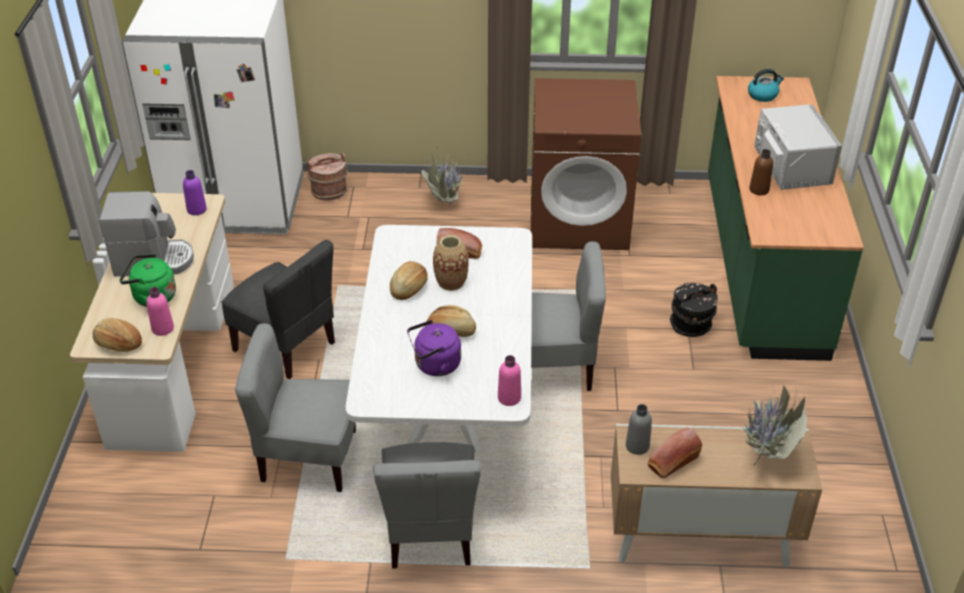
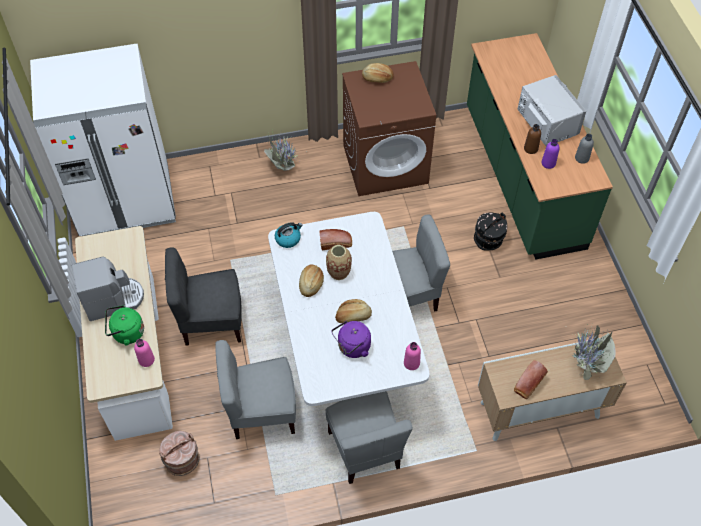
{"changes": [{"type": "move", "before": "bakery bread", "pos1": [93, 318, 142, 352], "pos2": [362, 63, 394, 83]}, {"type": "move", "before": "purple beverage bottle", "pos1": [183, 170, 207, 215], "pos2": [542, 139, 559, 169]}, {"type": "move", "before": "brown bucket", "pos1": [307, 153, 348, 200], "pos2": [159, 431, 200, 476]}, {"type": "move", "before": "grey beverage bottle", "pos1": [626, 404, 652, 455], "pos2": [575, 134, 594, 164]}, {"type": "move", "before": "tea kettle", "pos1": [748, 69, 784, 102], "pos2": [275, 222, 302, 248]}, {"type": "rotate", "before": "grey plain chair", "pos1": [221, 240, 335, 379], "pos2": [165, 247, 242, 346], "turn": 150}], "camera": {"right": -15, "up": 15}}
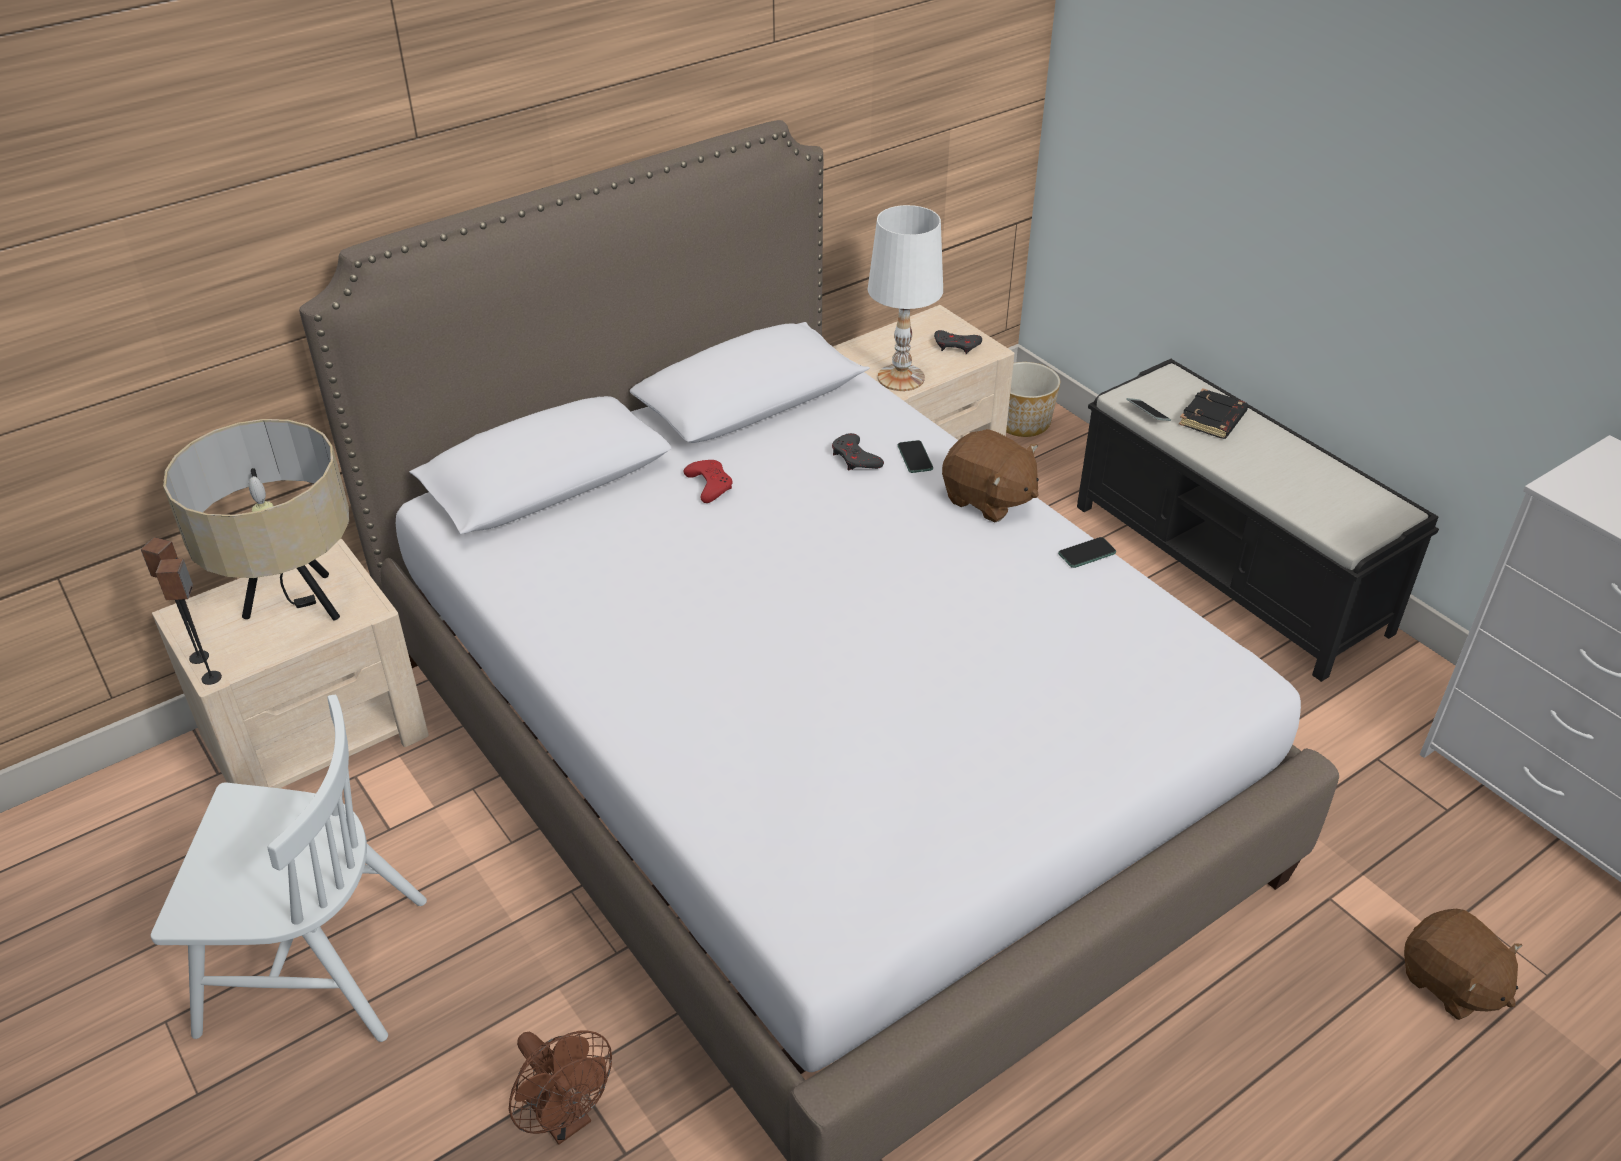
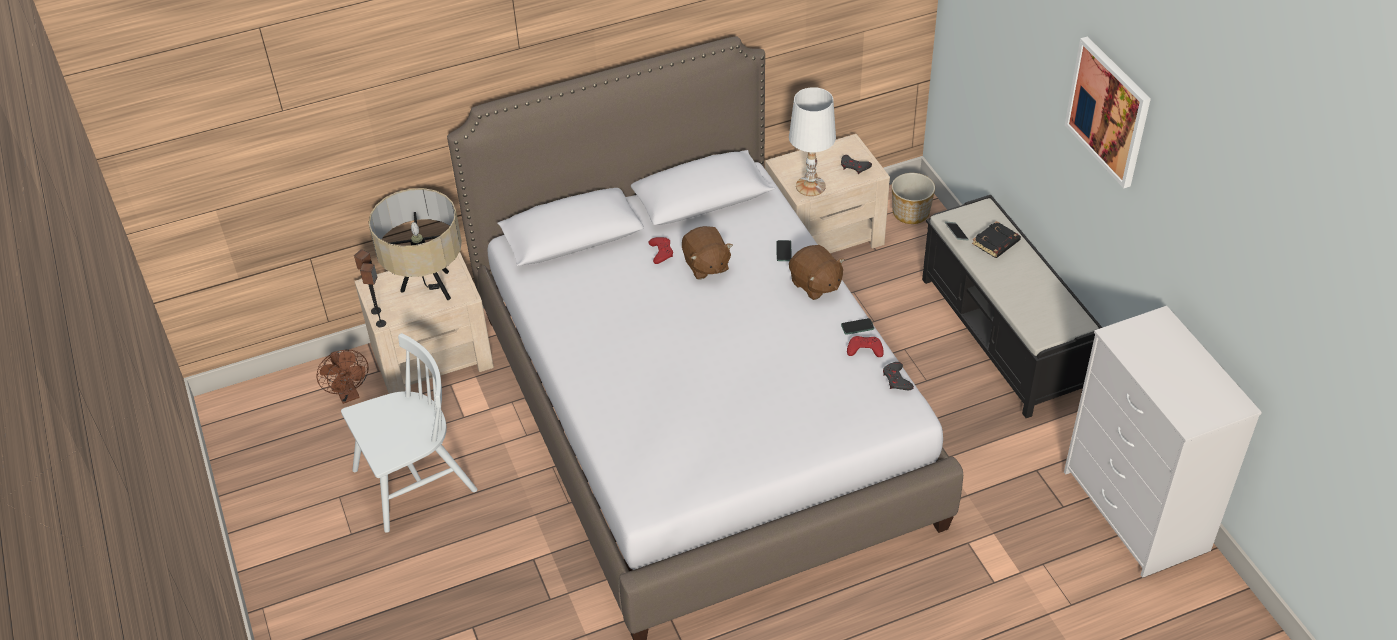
{"changes": [{"type": "insert", "after": "red-coloured gamepad", "pos2": [847, 336, 884, 357]}, {"type": "insert", "after": "wall picture", "pos2": [1065, 36, 1151, 188]}, {"type": "move", "before": "brown fan", "pos1": [509, 1030, 612, 1145], "pos2": [316, 350, 369, 404]}, {"type": "move", "before": "grey gamepad", "pos1": [832, 433, 884, 471], "pos2": [883, 362, 914, 390]}, {"type": "move", "before": "brown soft toy", "pos1": [1404, 909, 1522, 1020], "pos2": [682, 226, 733, 279]}, {"type": "rotate", "before": "white-coloured plain chair", "pos1": [151, 695, 427, 1042], "pos2": [341, 333, 477, 533], "turn": -45}], "camera": {"right": 15, "up": 5}}
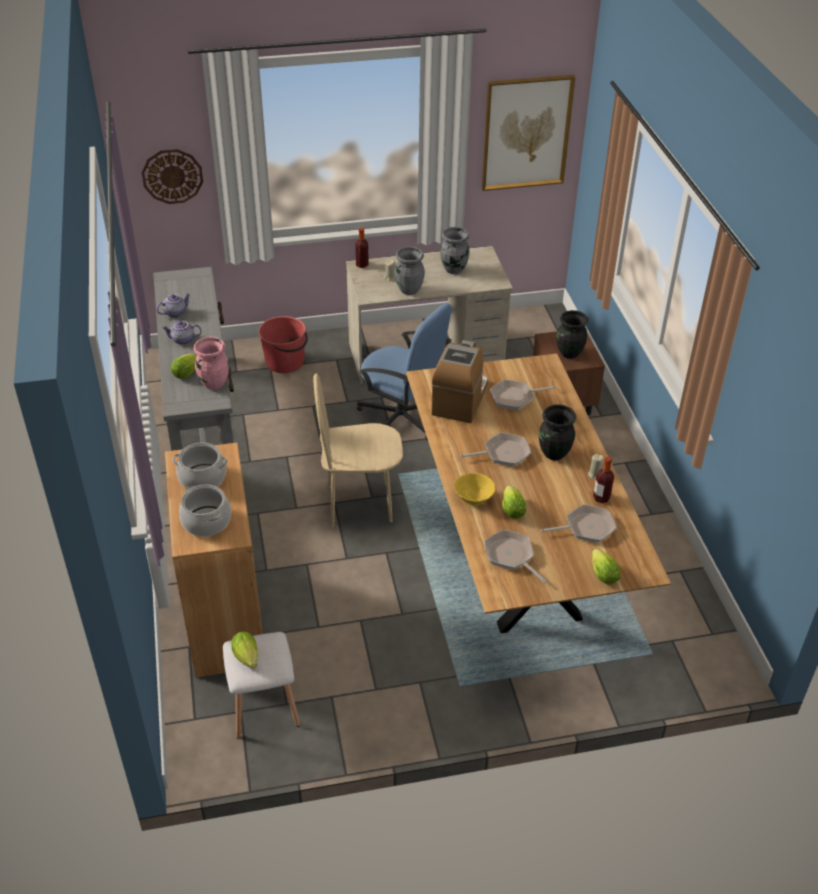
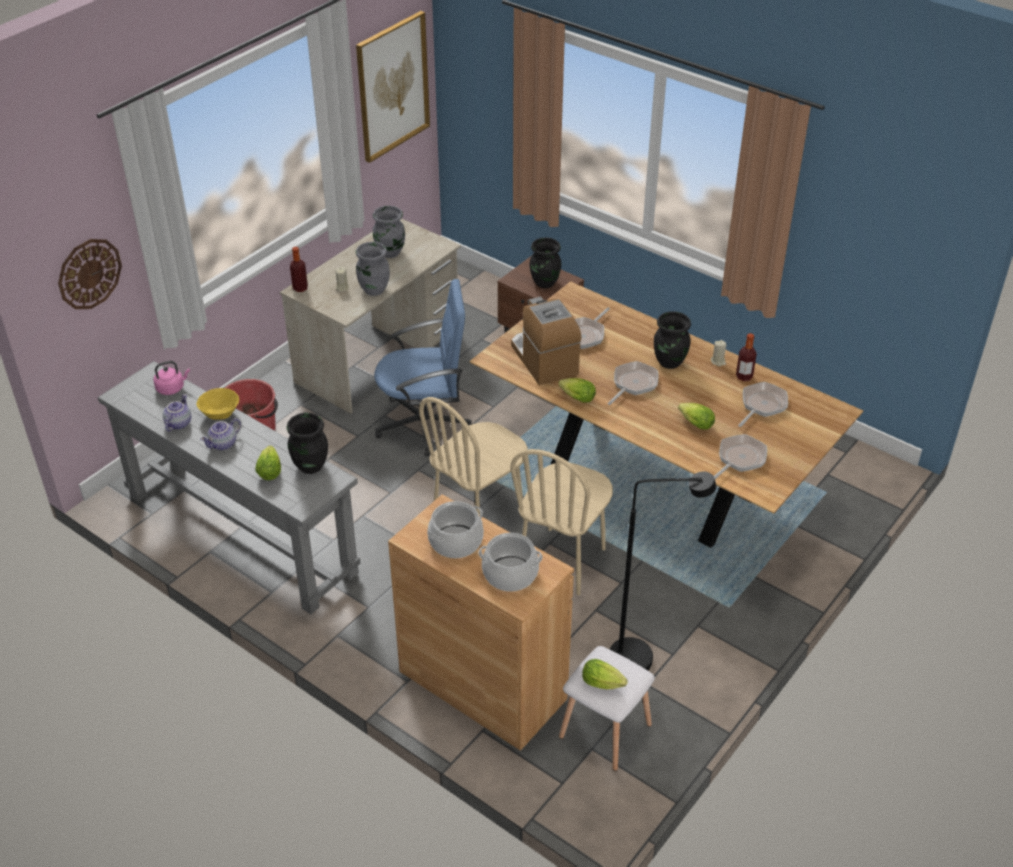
{"changes": [{"type": "insert", "after": "pink tea kettle", "pos2": [153, 361, 190, 395]}, {"type": "insert", "after": "beige plain chair", "pos2": [510, 449, 613, 595]}, {"type": "insert", "after": "blackish standard lamp", "pos2": [610, 472, 716, 670]}, {"type": "move", "before": "yellow serving bowl", "pos1": [454, 473, 495, 506], "pos2": [196, 388, 239, 420]}, {"type": "move", "before": "lettuce", "pos1": [592, 549, 620, 585], "pos2": [558, 378, 596, 403]}, {"type": "recolor", "before": "pink decorative vase", "after": "blackish decorative vase", "pos1": [194, 337, 229, 390], "pos2": [286, 413, 328, 474]}, {"type": "rotate", "before": "frying pan", "pos1": [484, 530, 547, 583], "pos2": [714, 434, 767, 479], "turn": 120}], "camera": {"right": -40, "up": 0}}
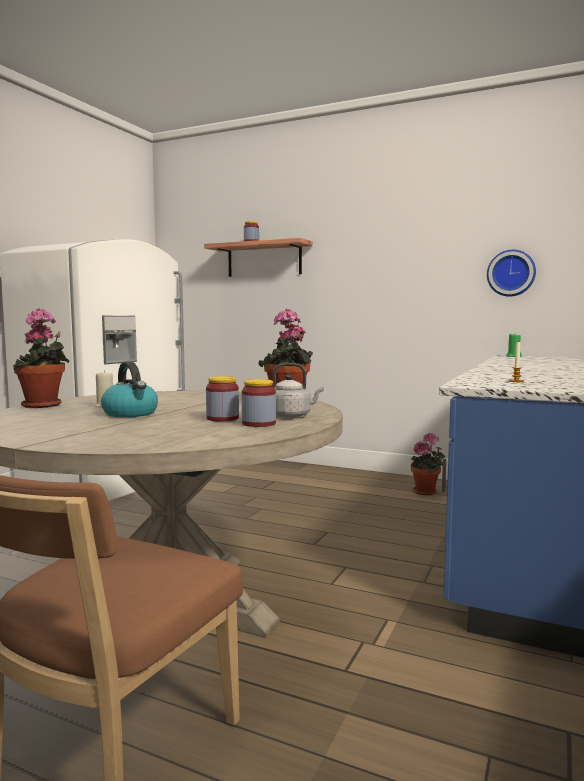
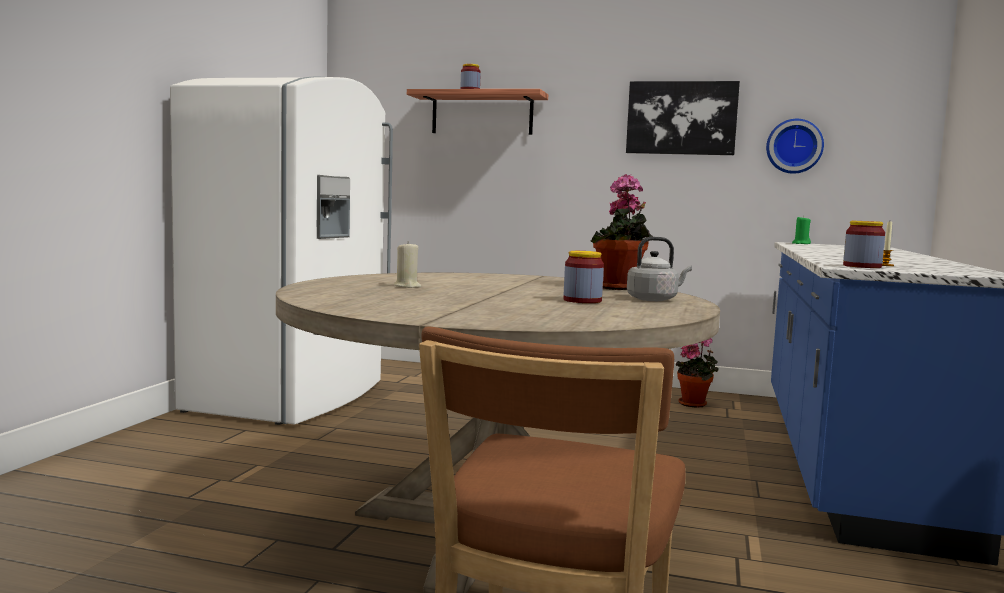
{"changes": [{"type": "delete", "before": "houseplant", "pos1": [13, 308, 69, 408]}, {"type": "delete", "before": "tea kettle", "pos1": [101, 361, 158, 417]}, {"type": "insert", "after": "wall picture", "pos2": [626, 81, 740, 155]}, {"type": "move", "before": "storage jar", "pos1": [242, 379, 276, 427], "pos2": [843, 221, 885, 268]}], "camera": {"right": -10, "up": 0}}
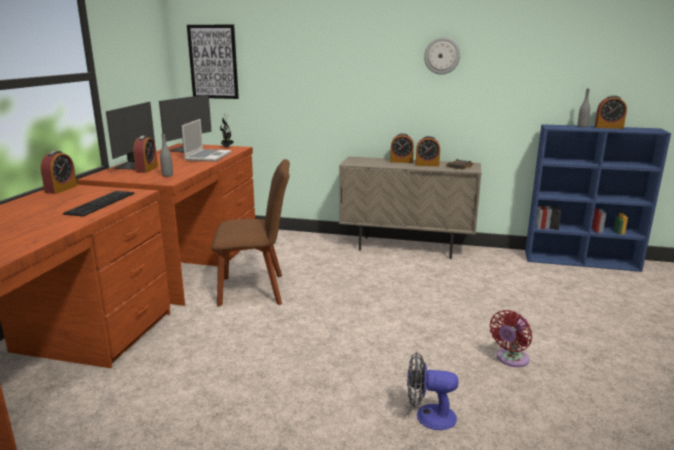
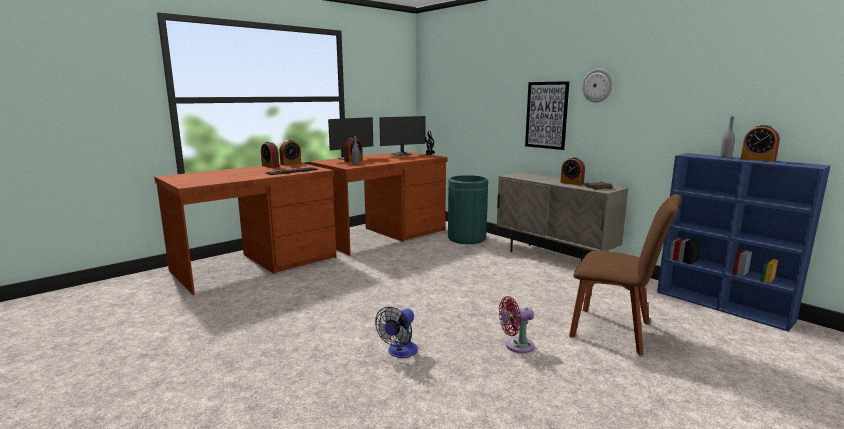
{"changes": [{"type": "delete", "before": "notebook computer", "pos1": [182, 119, 231, 162]}, {"type": "insert", "after": "green-coloured waste bin", "pos2": [448, 175, 488, 244]}, {"type": "move", "before": "wall picture", "pos1": [187, 24, 239, 99], "pos2": [525, 81, 569, 150]}, {"type": "move", "before": "brown plain chair", "pos1": [211, 159, 290, 307], "pos2": [569, 194, 681, 356]}, {"type": "move", "before": "bedside clock", "pos1": [390, 133, 414, 163], "pos2": [261, 142, 280, 168]}, {"type": "rotate", "before": "fan", "pos1": [407, 352, 458, 430], "pos2": [375, 307, 418, 358], "turn": -105}], "camera": {"right": 35, "up": -5}}
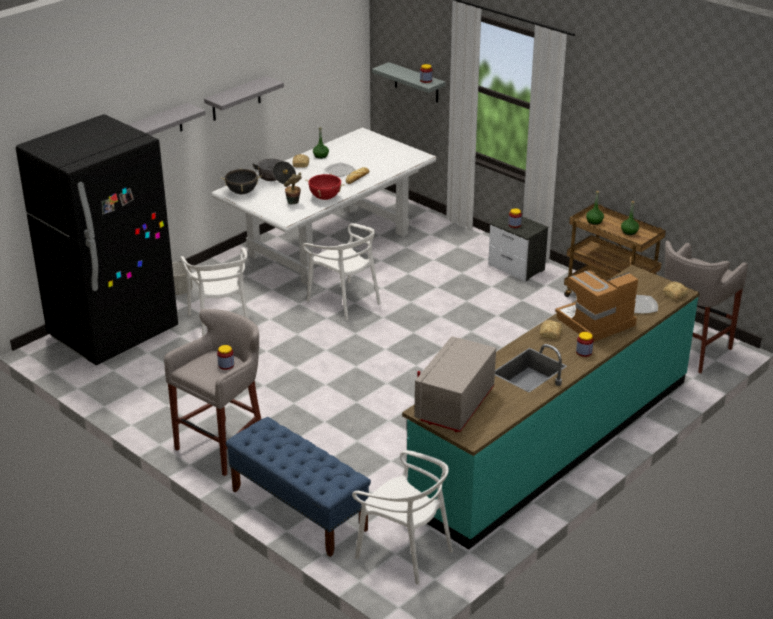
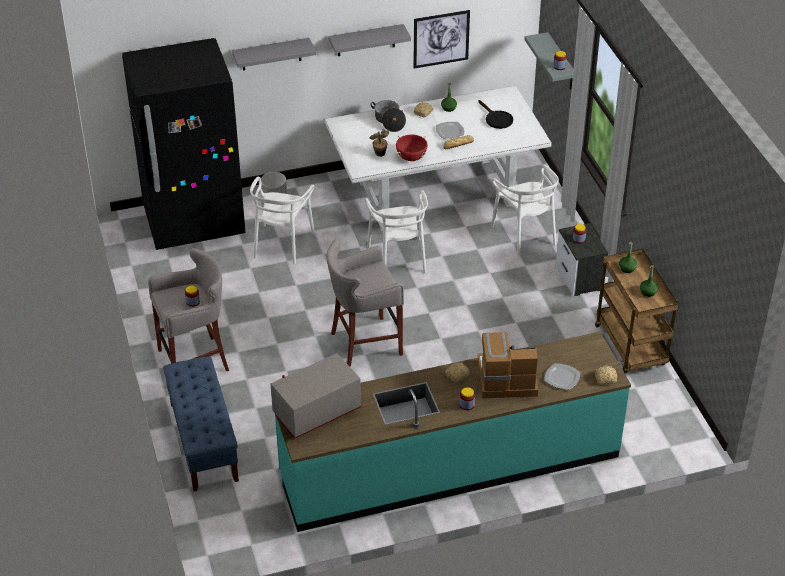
{"changes": [{"type": "delete", "before": "blackish saucepot", "pos1": [221, 168, 262, 194]}, {"type": "insert", "after": "wall picture", "pos2": [413, 10, 470, 69]}, {"type": "insert", "after": "blackish frying pan", "pos2": [478, 100, 513, 129]}, {"type": "move", "before": "white-coloured plain chair", "pos1": [352, 450, 453, 585], "pos2": [491, 165, 559, 255]}, {"type": "move", "before": "grey sitting stool", "pos1": [665, 241, 748, 373], "pos2": [327, 239, 404, 366]}], "camera": {"right": 30, "up": 10}}
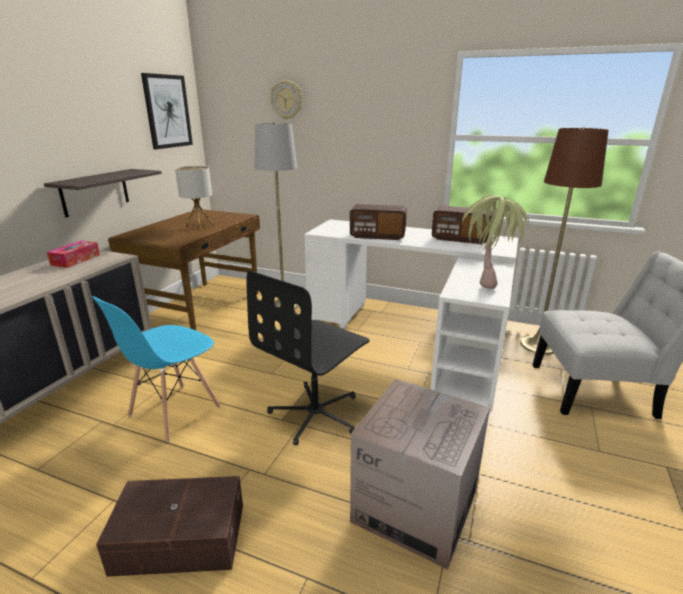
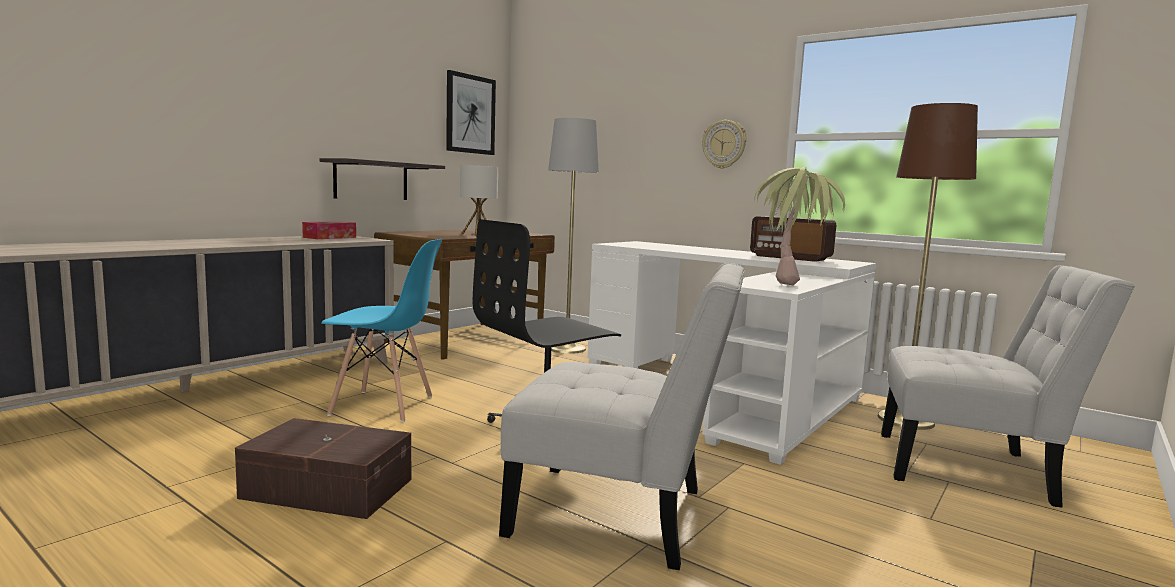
{"changes": [{"type": "delete", "before": "radio set", "pos1": [350, 204, 407, 240]}, {"type": "move", "before": "wall clock", "pos1": [270, 80, 302, 120], "pos2": [702, 120, 747, 169]}, {"type": "replace", "before": "cardboard box", "after": "white-coloured plain chair", "pos1": [350, 379, 490, 569], "pos2": [499, 263, 745, 570]}, {"type": "rotate", "before": "bluish plain chair", "pos1": [92, 296, 221, 442], "pos2": [321, 239, 442, 422], "turn": -135}], "camera": {"right": 15, "up": -15}}
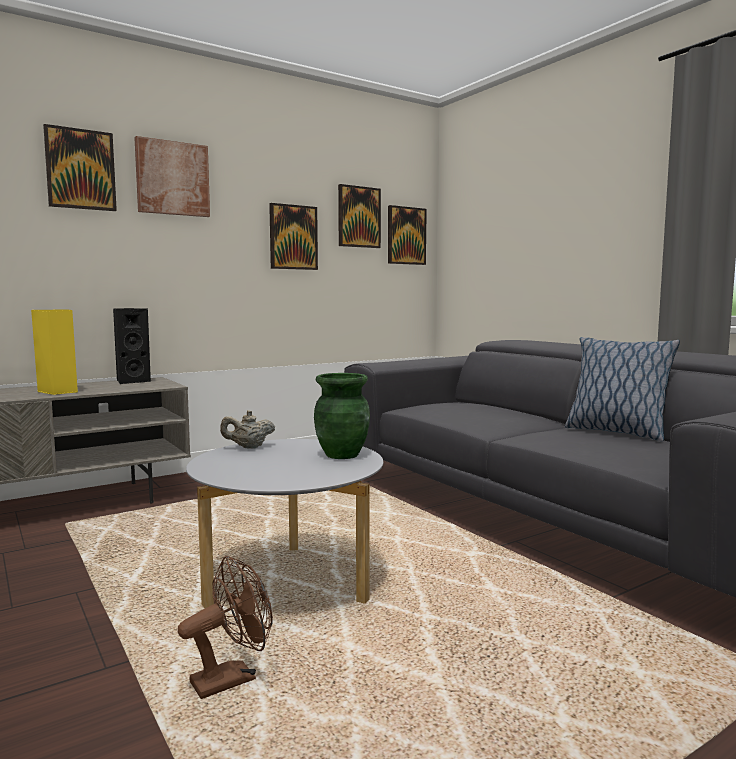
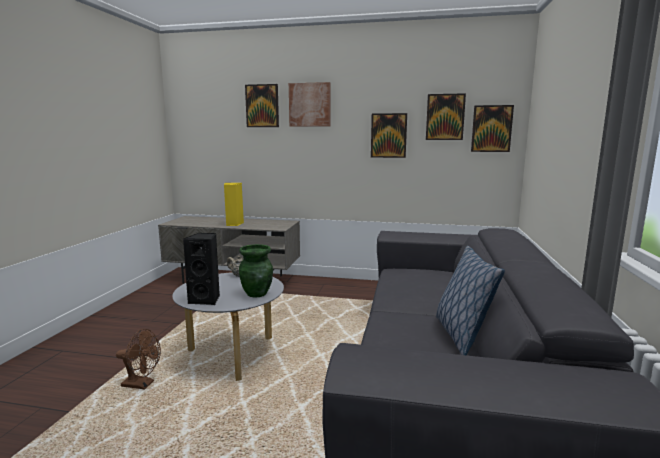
{"changes": [{"type": "move", "before": "blackish speaker", "pos1": [113, 308, 151, 384], "pos2": [183, 233, 220, 305]}], "camera": {"right": 45, "up": 5}}
